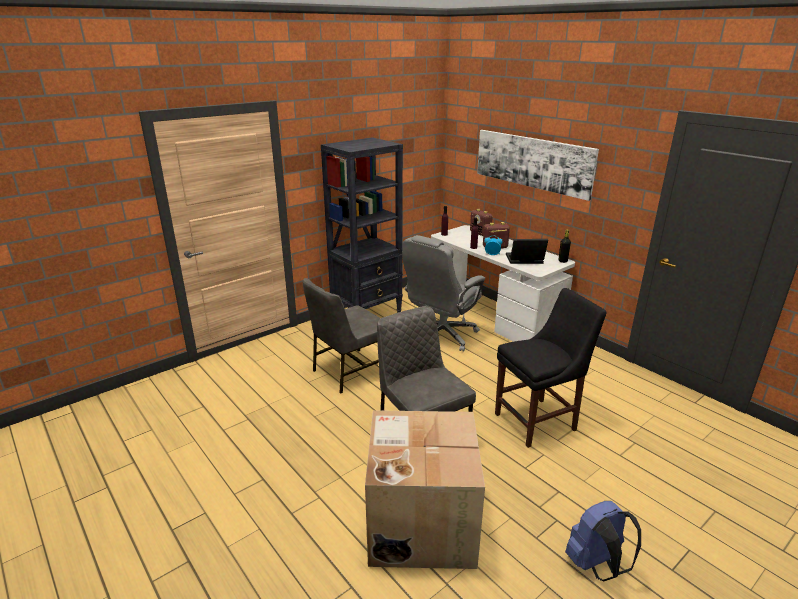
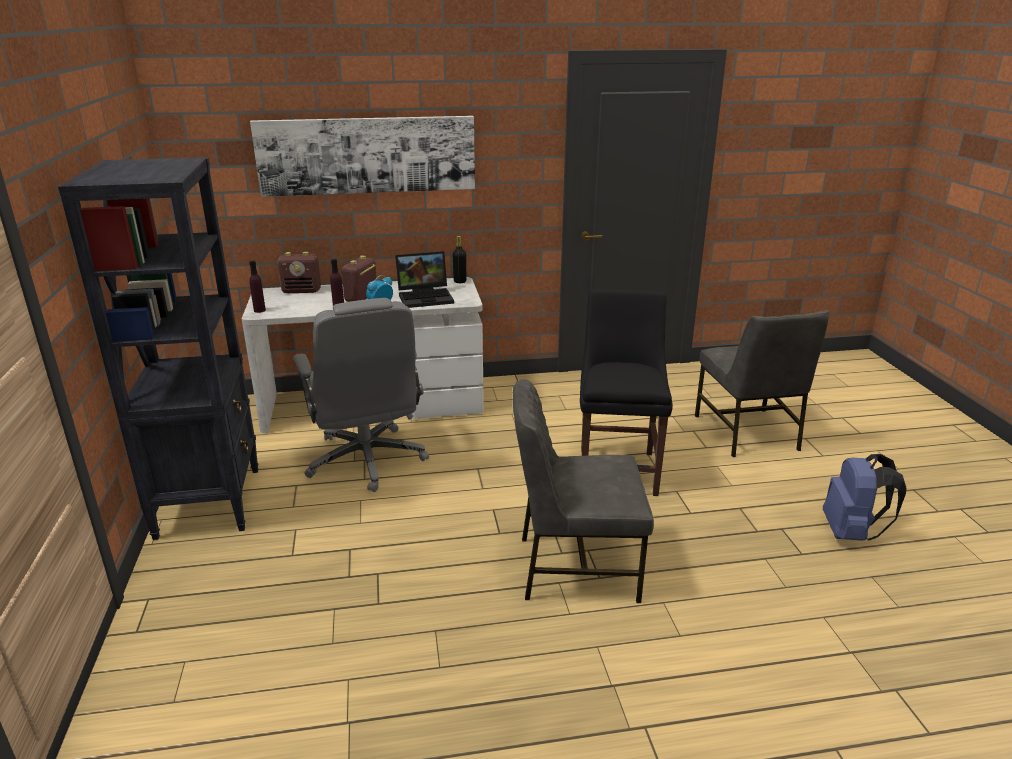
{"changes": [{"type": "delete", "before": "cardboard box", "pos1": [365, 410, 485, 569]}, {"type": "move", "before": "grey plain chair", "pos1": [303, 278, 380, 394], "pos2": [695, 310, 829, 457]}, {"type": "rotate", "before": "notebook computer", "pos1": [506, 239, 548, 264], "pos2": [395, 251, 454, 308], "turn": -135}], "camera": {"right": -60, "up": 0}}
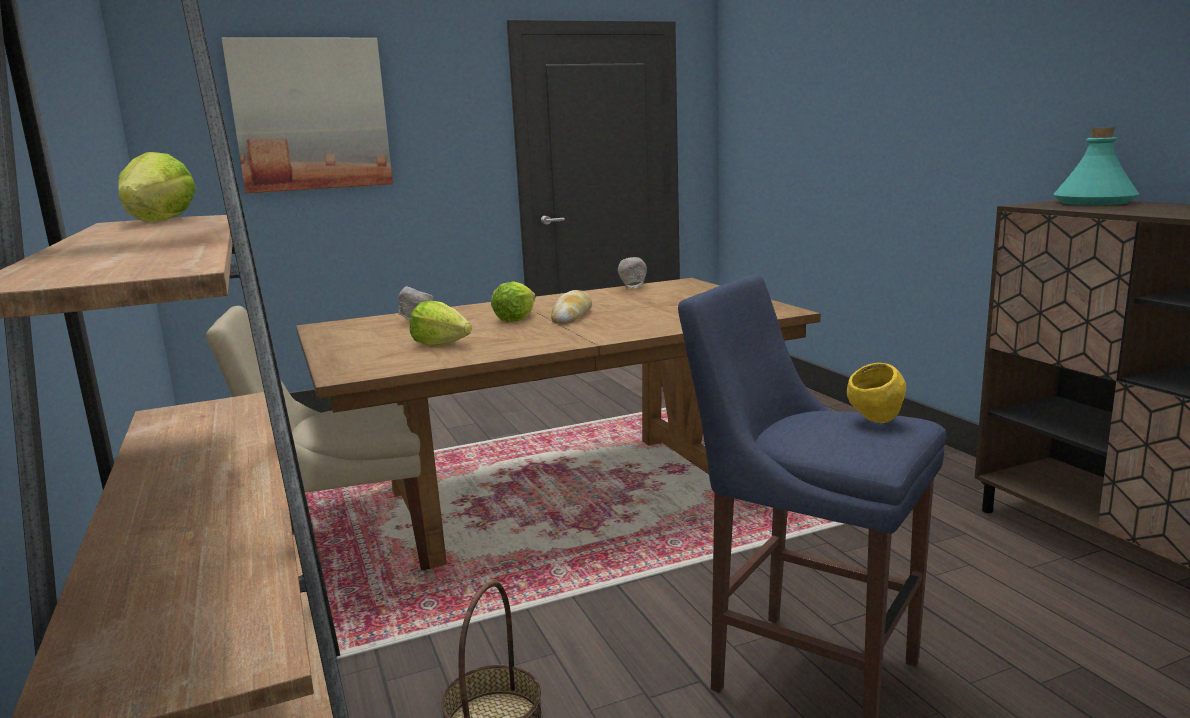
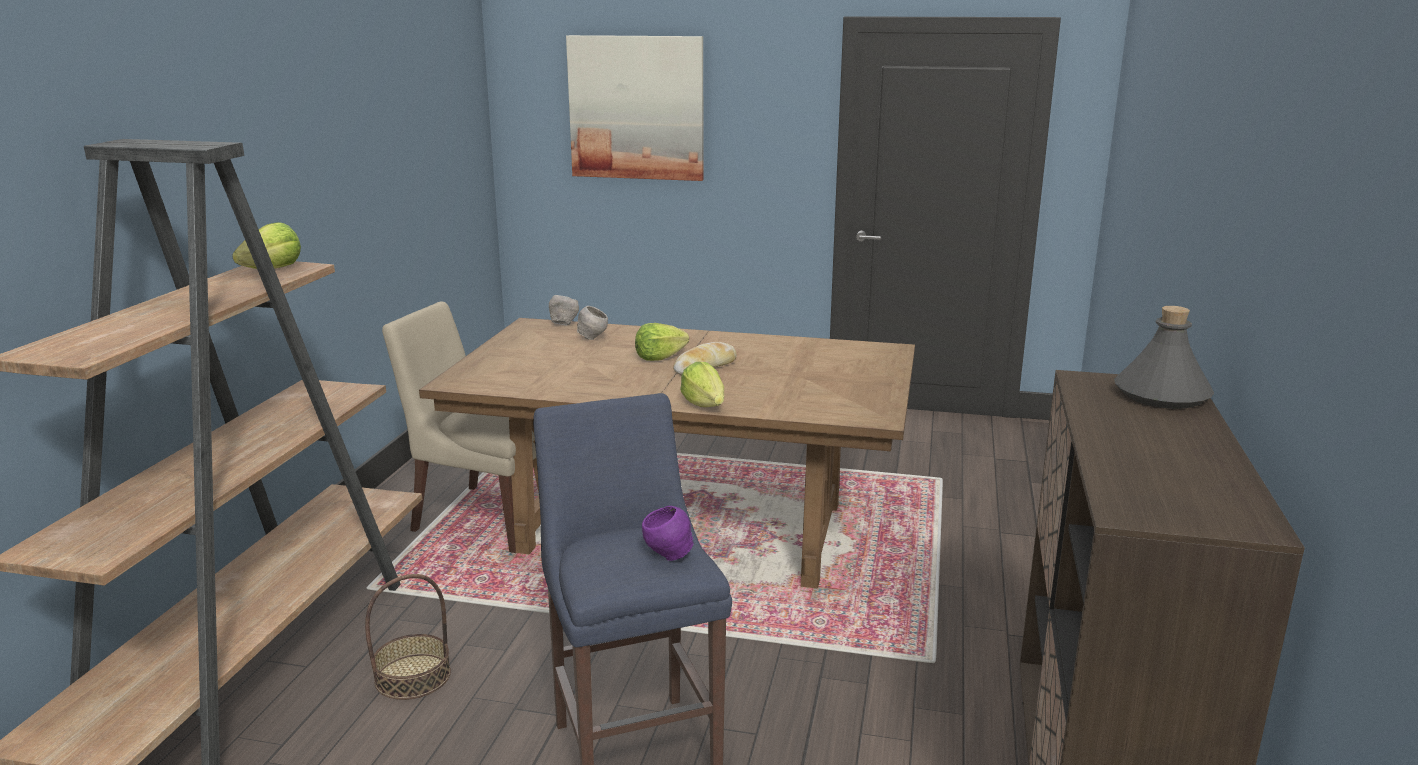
{"changes": [{"type": "move", "before": "lettuce", "pos1": [409, 301, 472, 346], "pos2": [680, 362, 724, 407]}, {"type": "move", "before": "grey serving bowl", "pos1": [618, 257, 647, 288], "pos2": [549, 295, 579, 325]}, {"type": "recolor", "before": "yellow serving bowl", "after": "purple serving bowl", "pos1": [847, 363, 906, 423], "pos2": [642, 506, 694, 561]}, {"type": "recolor", "before": "blue-green beverage bottle", "after": "grey beverage bottle", "pos1": [1053, 127, 1139, 205], "pos2": [1114, 306, 1214, 409]}], "camera": {"right": 35, "up": 5}}
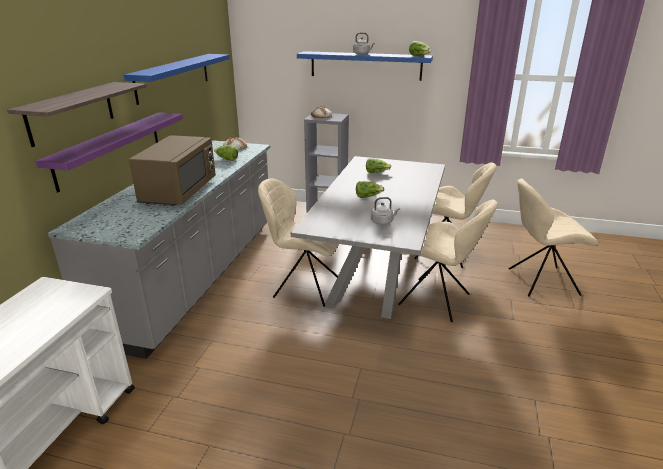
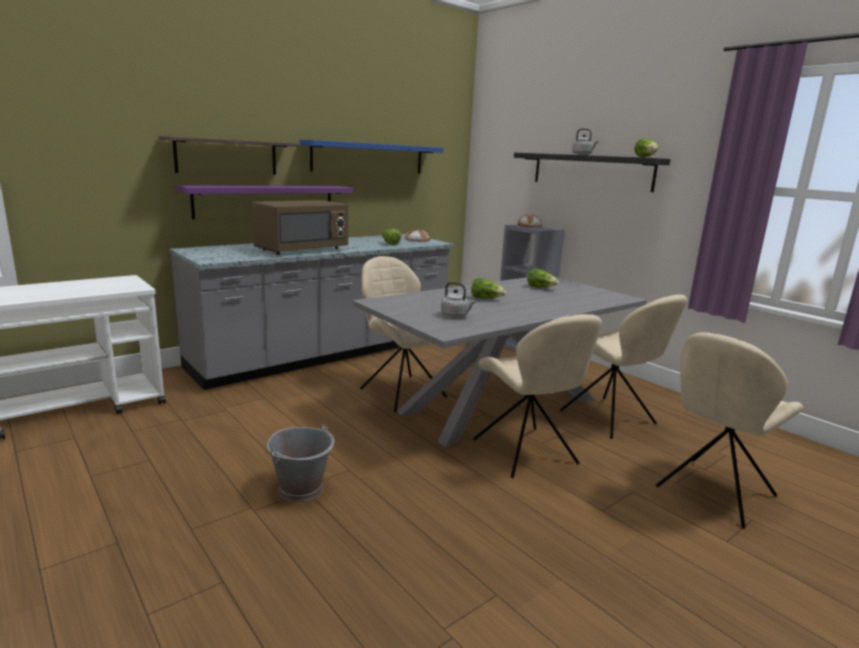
{"changes": [{"type": "insert", "after": "grey bucket", "pos2": [267, 424, 335, 503]}, {"type": "recolor", "before": "bluish shelf", "after": "blackish shelf", "pos1": [297, 51, 433, 81], "pos2": [514, 152, 671, 192]}, {"type": "rotate", "before": "beige plain chair", "pos1": [509, 178, 598, 297], "pos2": [656, 332, 803, 528], "turn": -75}], "camera": {"right": 35, "up": -10}}
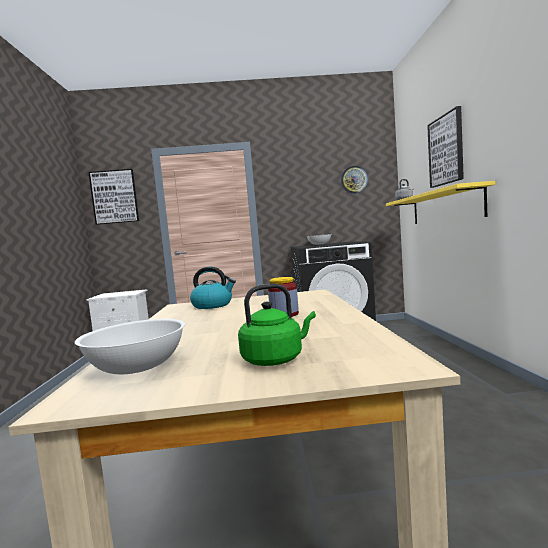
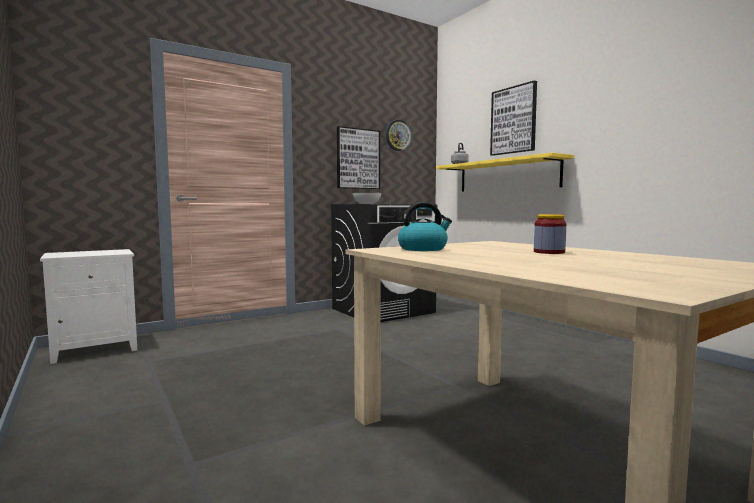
{"changes": [{"type": "delete", "before": "white-coloured serving bowl", "pos1": [75, 319, 185, 374]}, {"type": "delete", "before": "green-coloured tea kettle", "pos1": [238, 284, 316, 366]}, {"type": "move", "before": "wall picture", "pos1": [88, 169, 139, 225], "pos2": [337, 126, 380, 189]}], "camera": {"right": -30, "up": 0}}
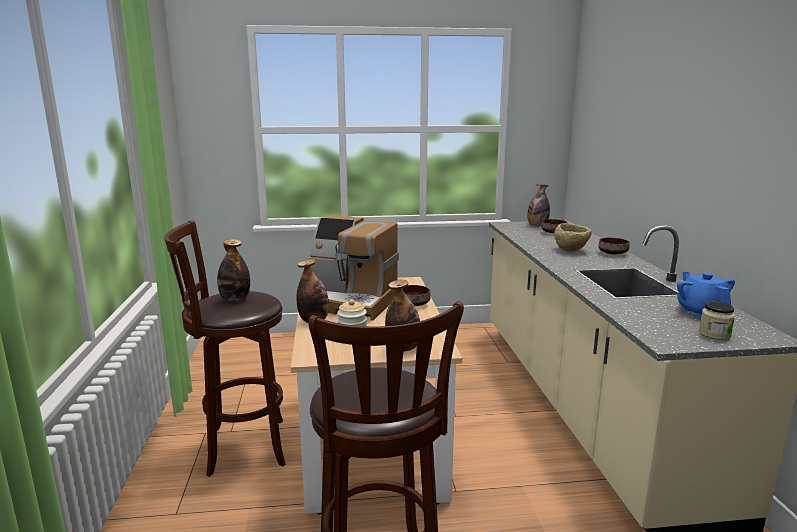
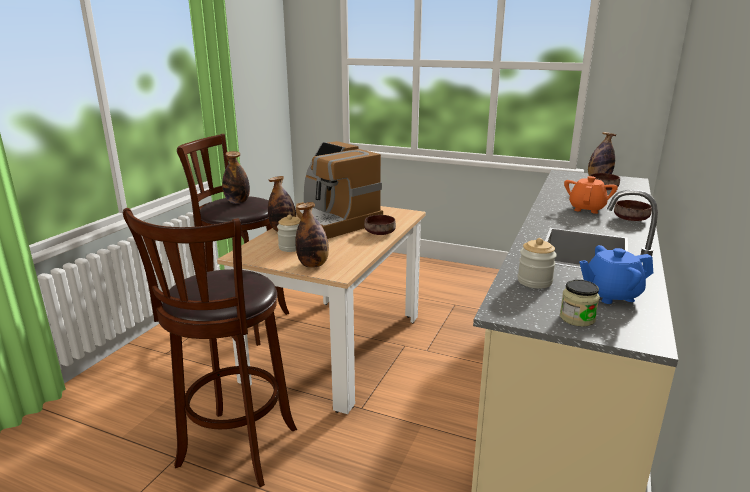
{"changes": [{"type": "insert", "after": "storage jar", "pos2": [518, 238, 557, 289]}, {"type": "replace", "before": "beige serving bowl", "after": "orange-coloured pot for tea", "pos1": [554, 223, 592, 252], "pos2": [564, 176, 618, 214]}, {"type": "rotate", "before": "bluish pot for tea", "pos1": [677, 271, 735, 318], "pos2": [579, 245, 653, 304], "turn": -120}], "camera": {"right": 30, "up": 5}}
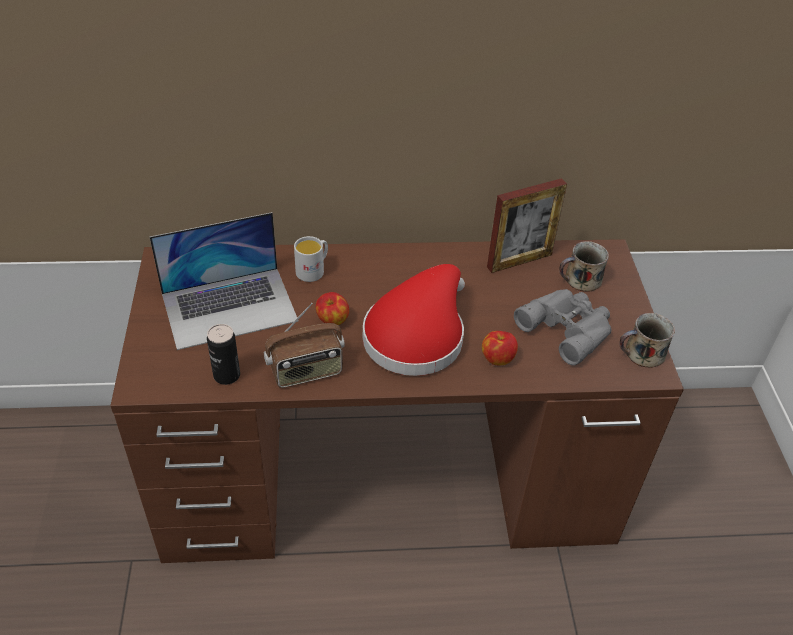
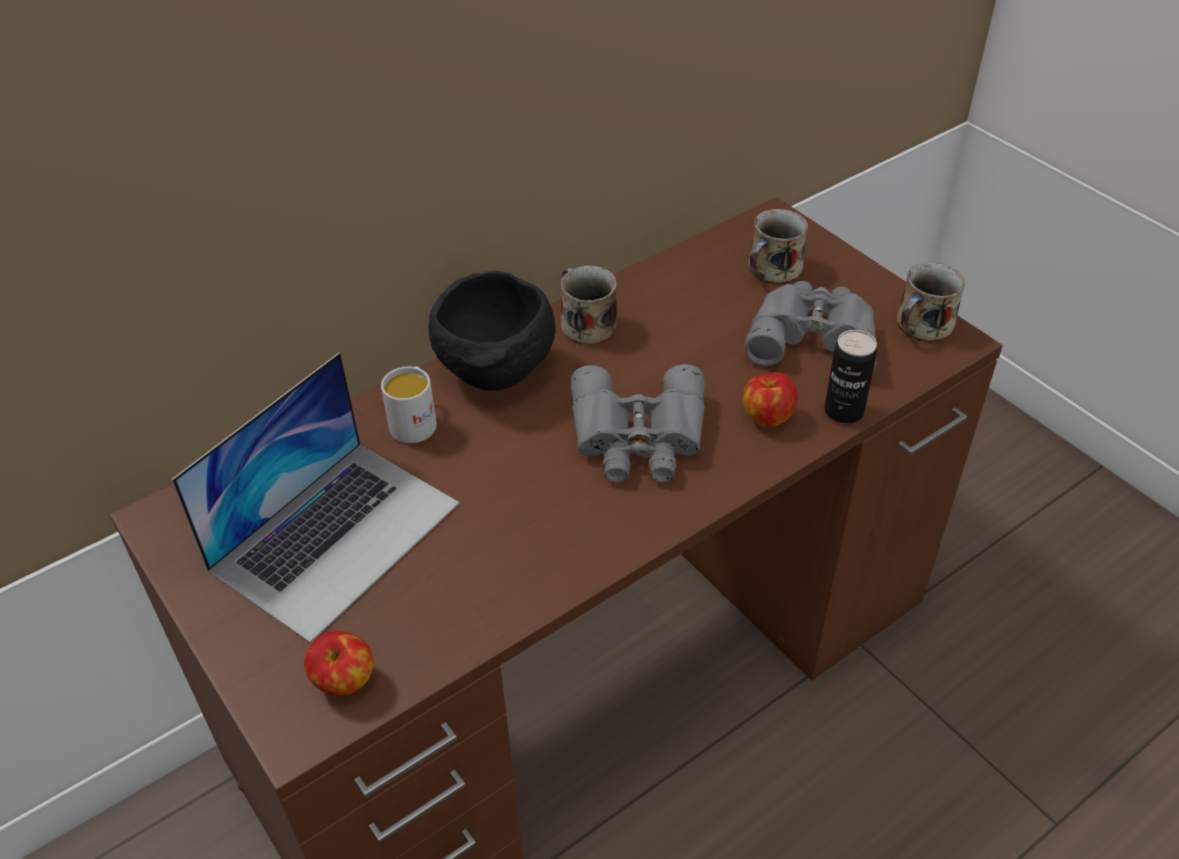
{"changes": [{"type": "delete", "before": "radio set", "pos1": [264, 303, 345, 388]}, {"type": "delete", "before": "picture frame", "pos1": [487, 178, 567, 273]}, {"type": "insert", "after": "blackish serving bowl", "pos2": [429, 271, 556, 391]}, {"type": "insert", "after": "mug", "pos2": [560, 265, 618, 345]}, {"type": "move", "before": "sealed can", "pos1": [207, 324, 240, 385], "pos2": [824, 330, 877, 423]}, {"type": "move", "before": "apple", "pos1": [316, 292, 349, 325], "pos2": [304, 631, 373, 696]}, {"type": "replace", "before": "red-coloured hat", "after": "grey binoculars", "pos1": [363, 264, 465, 376], "pos2": [570, 364, 705, 483]}], "camera": {"right": -30, "up": 0}}
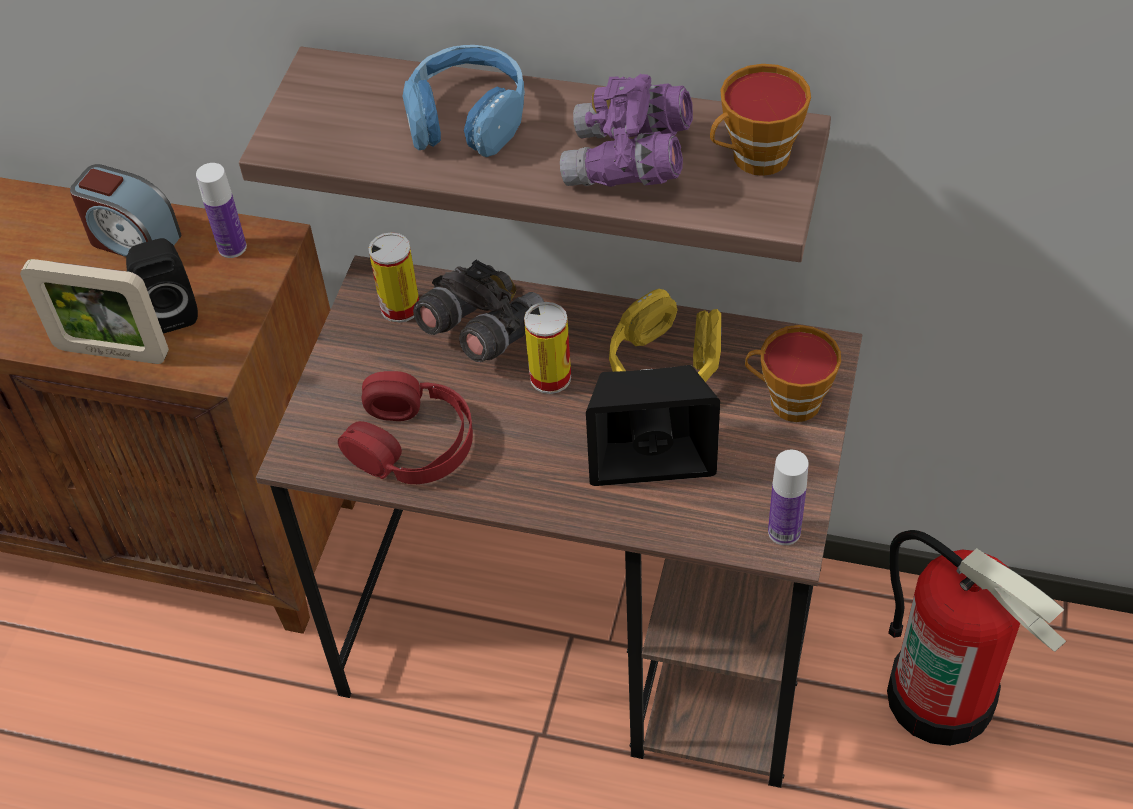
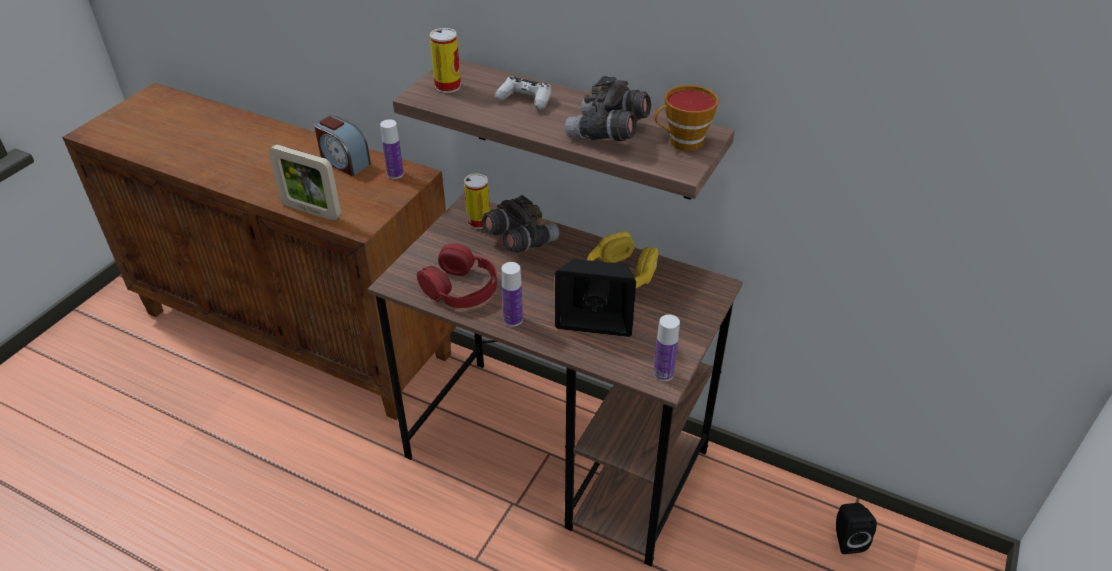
{"changes": [{"type": "delete", "before": "cup", "pos1": [745, 325, 841, 422]}, {"type": "delete", "before": "fire extinguisher", "pos1": [887, 530, 1066, 746]}, {"type": "insert", "after": "beverage bottle", "pos2": [501, 262, 523, 327]}, {"type": "move", "before": "blackish speaker", "pos1": [126, 238, 198, 334], "pos2": [836, 503, 877, 554]}, {"type": "move", "before": "sealed can", "pos1": [524, 302, 571, 394], "pos2": [430, 28, 461, 93]}, {"type": "replace", "before": "bluish pair of headphones", "after": "white-coloured gamepad", "pos1": [403, 45, 525, 157], "pos2": [495, 77, 551, 110]}, {"type": "recolor", "before": "purple binoculars", "after": "grey binoculars", "pos1": [560, 74, 693, 187], "pos2": [565, 76, 651, 141]}], "camera": {"right": 10, "up": -10}}
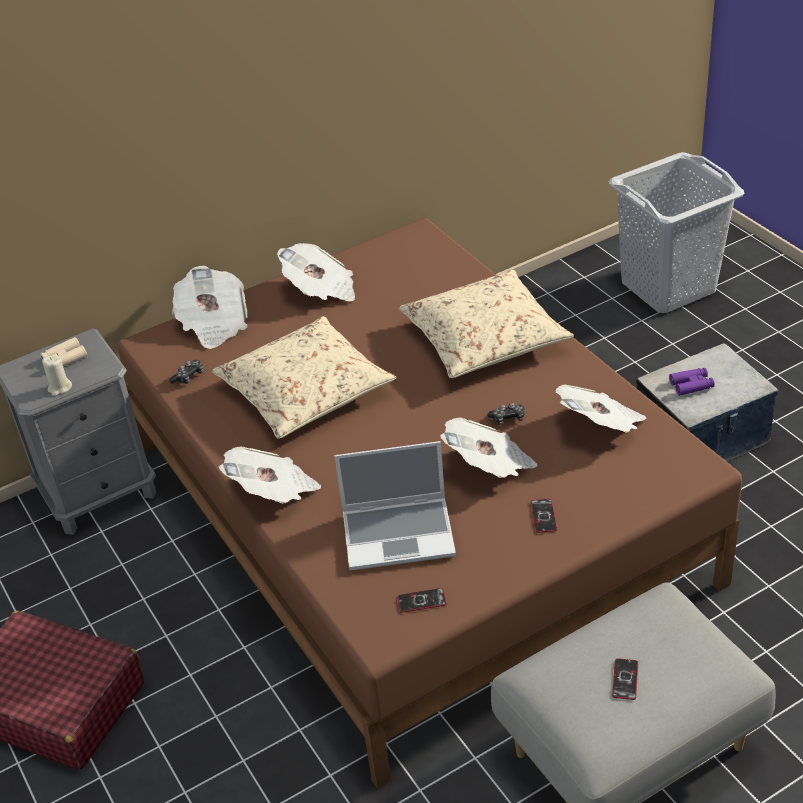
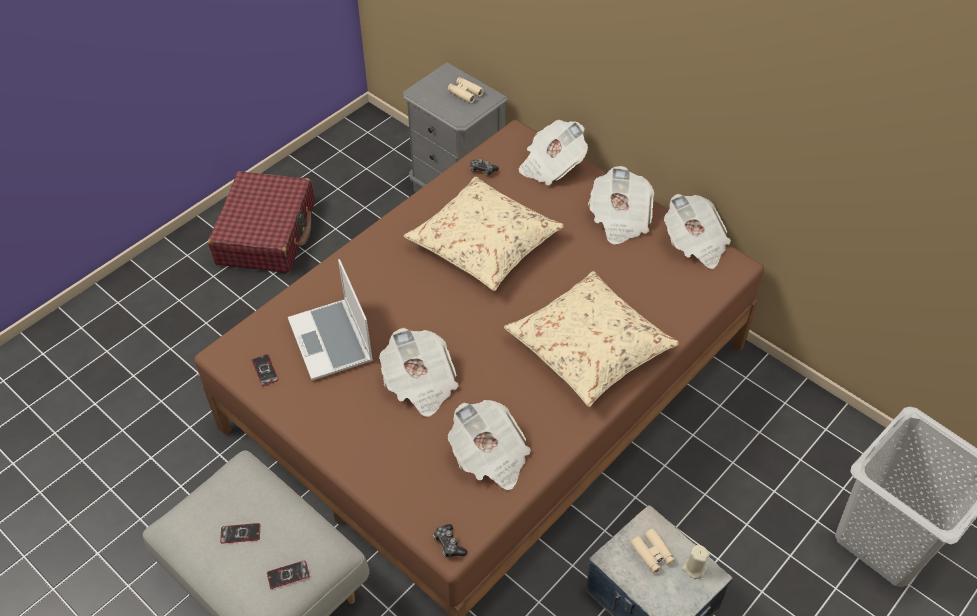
{"changes": [{"type": "move", "before": "beige candle", "pos1": [42, 355, 72, 396], "pos2": [682, 544, 710, 579]}, {"type": "move", "before": "printed paper", "pos1": [219, 446, 321, 503], "pos2": [664, 194, 731, 269]}, {"type": "move", "before": "gamepad", "pos1": [487, 403, 525, 425], "pos2": [433, 524, 467, 557]}, {"type": "move", "before": "phone", "pos1": [531, 499, 557, 533], "pos2": [267, 561, 310, 589]}, {"type": "recolor", "before": "purple binoculars", "after": "beige binoculars", "pos1": [669, 368, 715, 396], "pos2": [631, 529, 675, 573]}], "camera": {"right": 70, "up": 10}}
